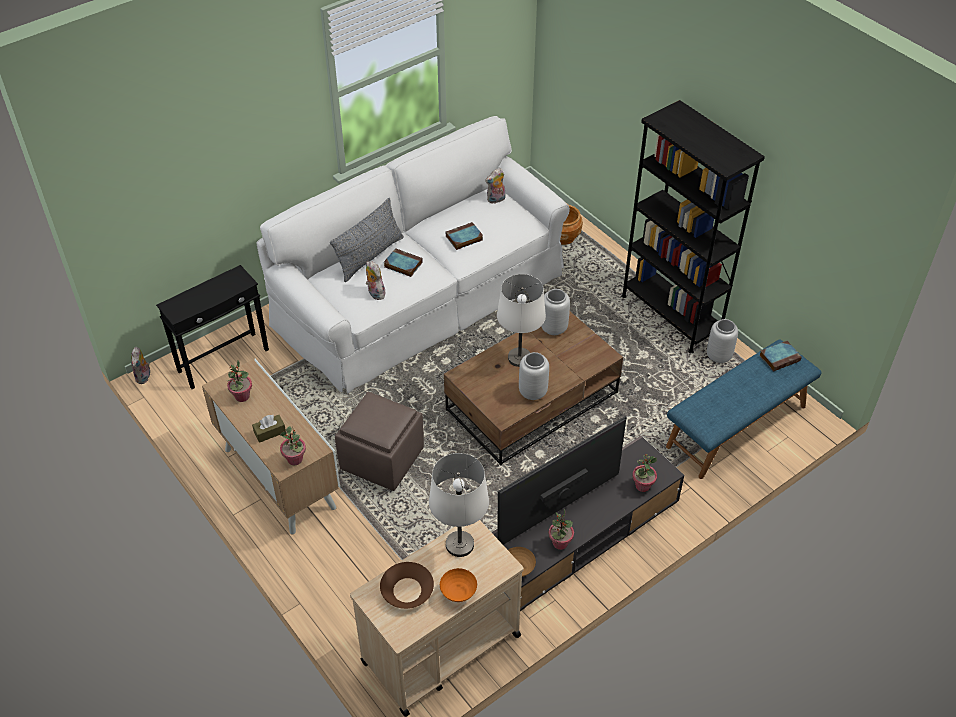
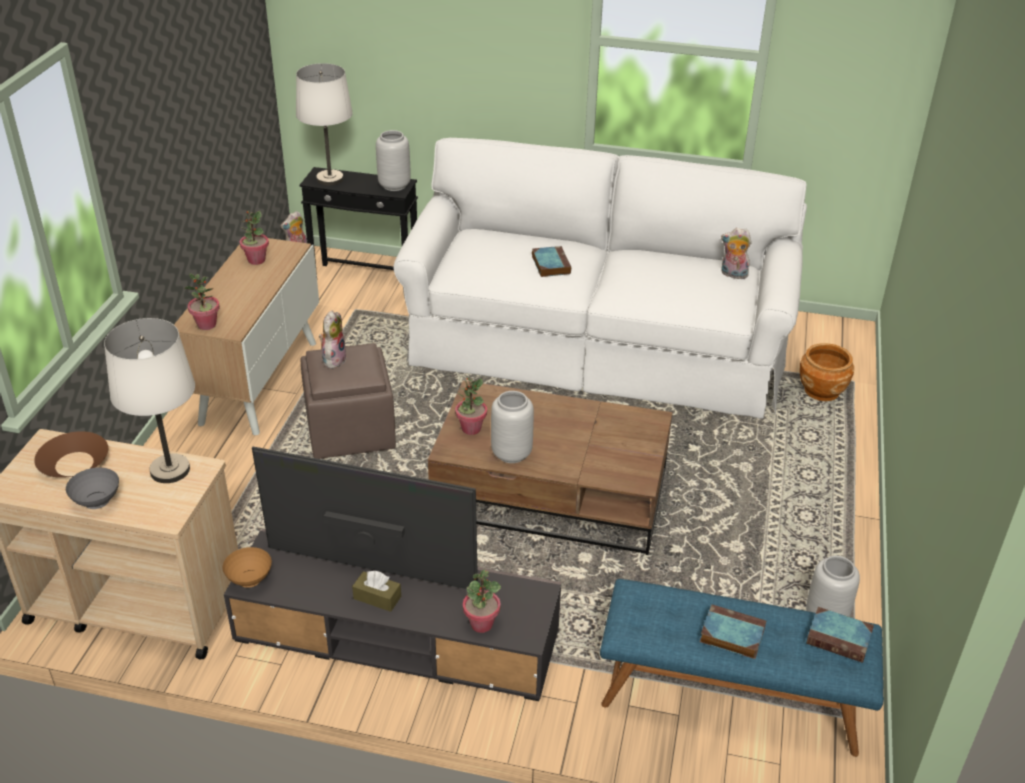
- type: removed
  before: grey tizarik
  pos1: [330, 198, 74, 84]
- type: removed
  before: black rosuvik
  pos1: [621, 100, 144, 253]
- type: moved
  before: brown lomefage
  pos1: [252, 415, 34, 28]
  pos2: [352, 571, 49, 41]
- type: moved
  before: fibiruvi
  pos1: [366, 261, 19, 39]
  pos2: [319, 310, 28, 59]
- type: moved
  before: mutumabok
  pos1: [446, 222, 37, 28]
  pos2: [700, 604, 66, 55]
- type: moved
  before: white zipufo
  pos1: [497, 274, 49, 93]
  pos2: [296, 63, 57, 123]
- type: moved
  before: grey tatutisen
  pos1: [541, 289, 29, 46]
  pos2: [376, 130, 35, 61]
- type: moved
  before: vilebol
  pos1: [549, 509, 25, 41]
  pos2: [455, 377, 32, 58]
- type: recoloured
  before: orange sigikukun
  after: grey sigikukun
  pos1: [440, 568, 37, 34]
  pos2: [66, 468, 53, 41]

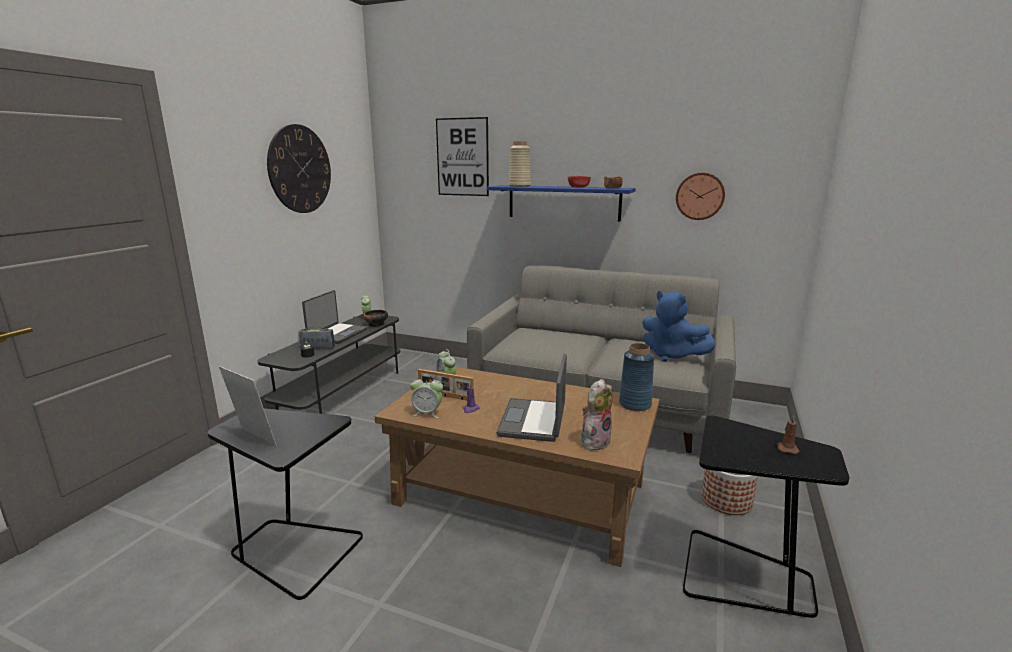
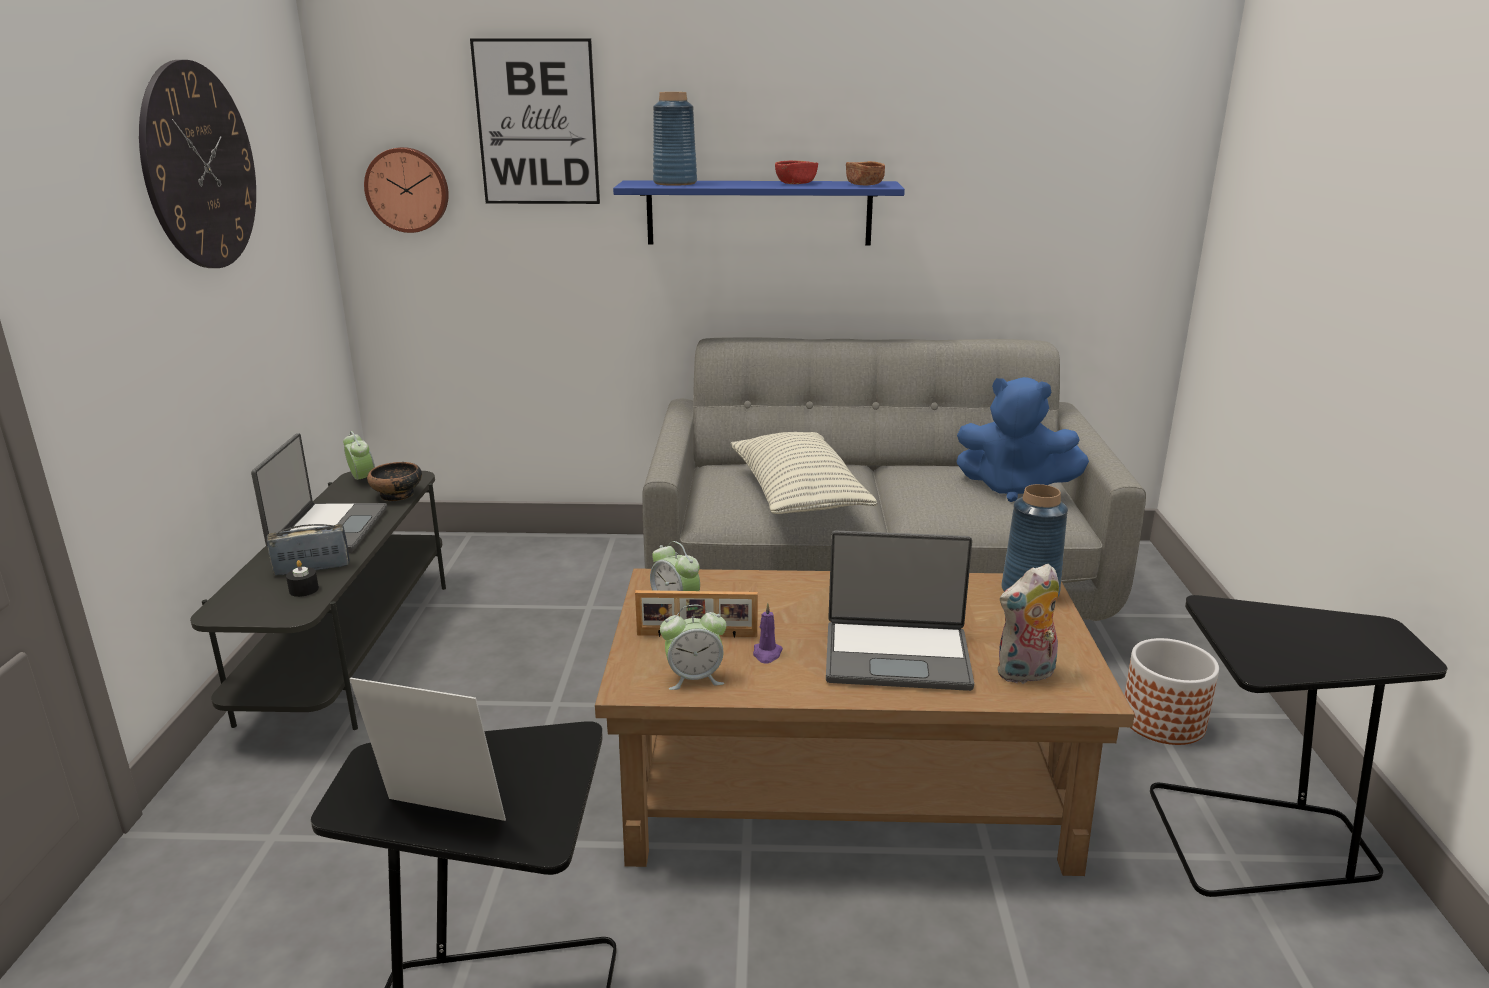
- type: removed
  before: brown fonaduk
  pos1: [777, 415, 22, 39]
- type: added
  after: tizarik
  pos2: [731, 432, 147, 82]
- type: moved
  before: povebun
  pos1: [676, 173, 49, 47]
  pos2: [364, 147, 85, 86]
- type: recoloured
  before: beige tatutisen
  after: blue tatutisen
  pos1: [509, 141, 22, 46]
  pos2: [653, 92, 44, 94]
- type: turned
  before: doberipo
  pos1: [496, 354, 71, 88]
  pos2: [826, 530, 148, 161]
  turn: -75
- type: turned
  before: fibiruvi
  pos1: [581, 379, 32, 73]
  pos2: [997, 564, 62, 120]
  turn: -135

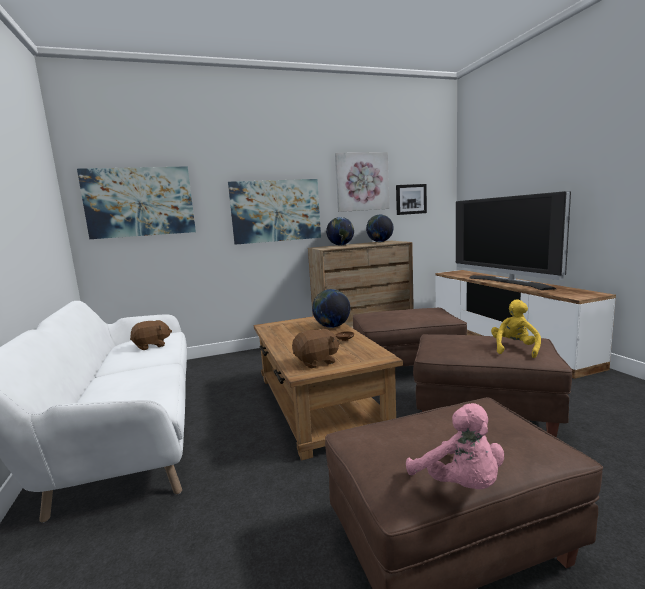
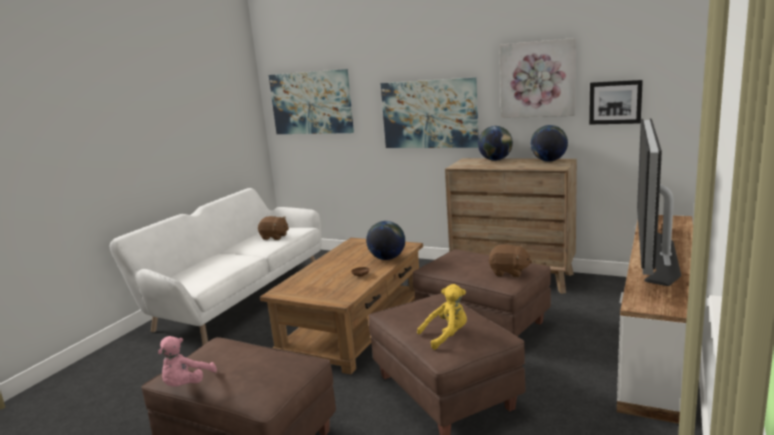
- type: moved
  before: brown fibiruvi
  pos1: [292, 328, 48, 41]
  pos2: [489, 244, 43, 33]

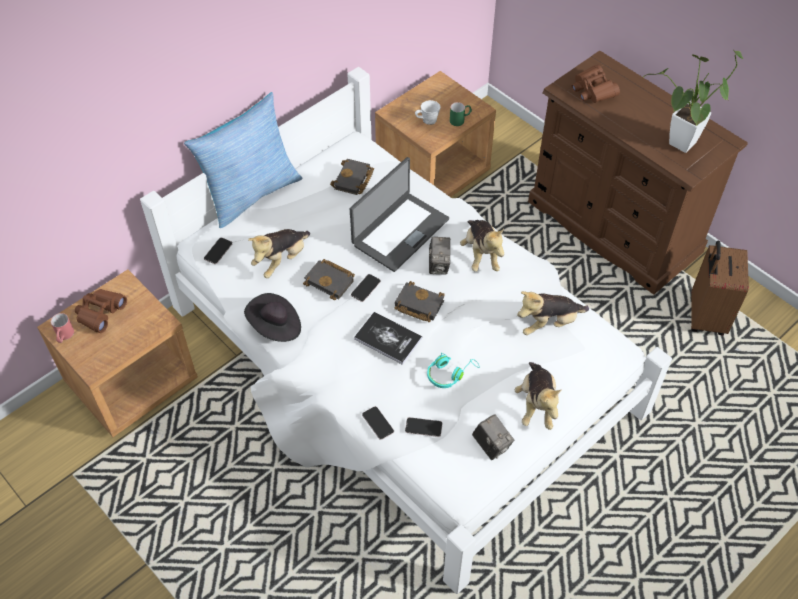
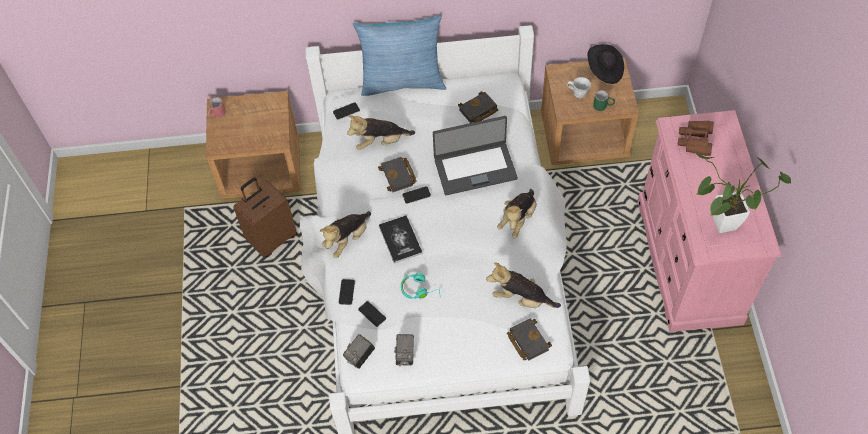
- type: removed
  before: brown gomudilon
  pos1: [75, 289, 52, 44]
- type: moved
  before: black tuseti
  pos1: [244, 293, 57, 49]
  pos2: [588, 44, 36, 40]
- type: moved
  before: black mutumabok
  pos1: [394, 281, 51, 41]
  pos2: [507, 318, 45, 43]
- type: moved
  before: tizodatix
  pos1: [429, 237, 21, 38]
  pos2: [343, 334, 32, 35]
- type: moved
  before: fibiruvi
  pos1: [515, 362, 47, 68]
  pos2: [320, 211, 51, 47]
- type: moved
  before: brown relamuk
  pos1: [691, 241, 58, 94]
  pos2: [233, 177, 64, 81]
- type: recoloured
  before: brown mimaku
  after: pink mimaku
  pos1: [528, 51, 220, 244]
  pos2: [637, 110, 145, 222]

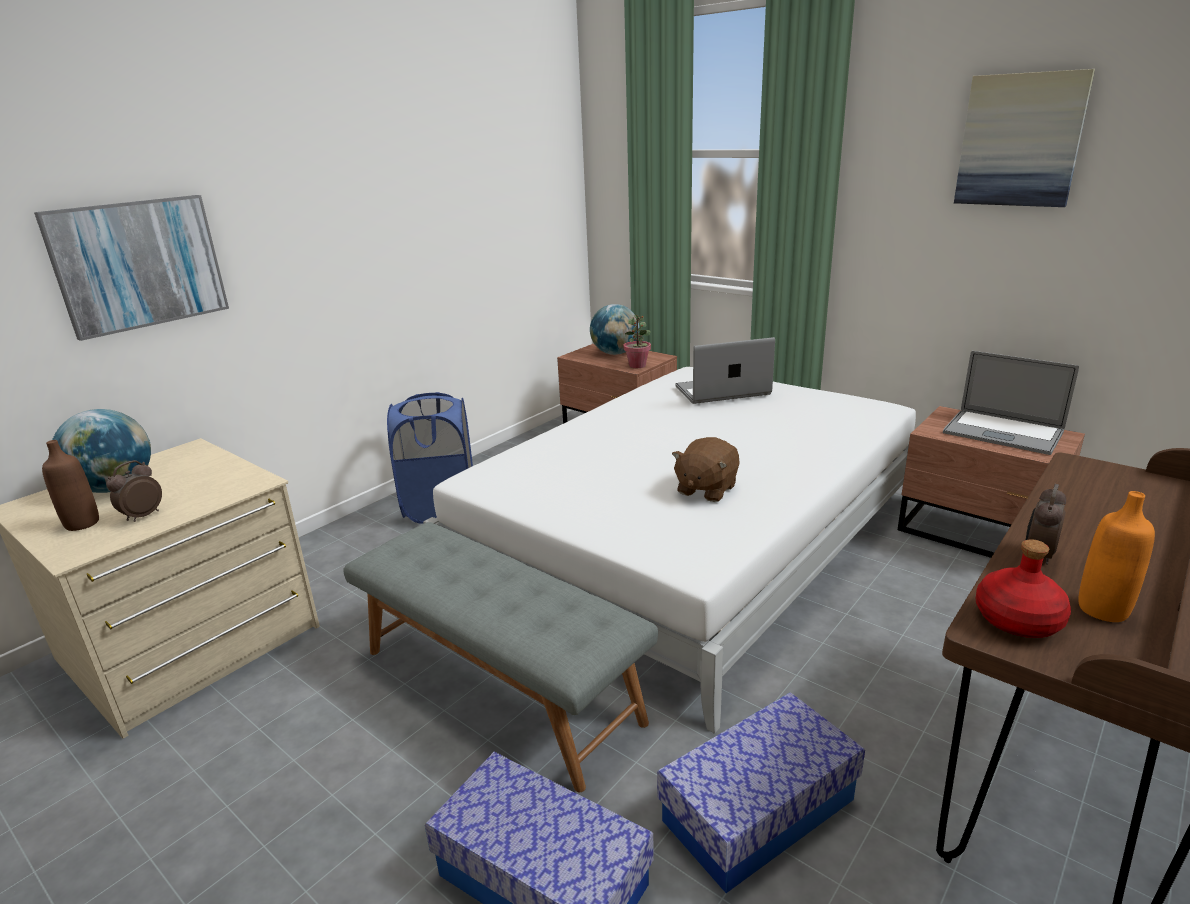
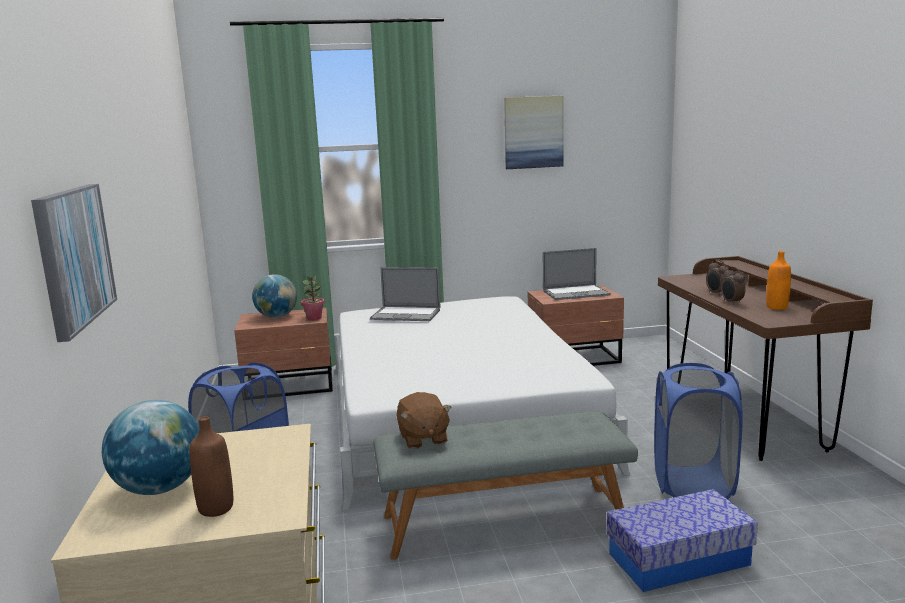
- type: removed
  before: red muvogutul
  pos1: [975, 539, 96, 99]
- type: moved
  before: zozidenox
  pos1: [106, 460, 56, 62]
  pos2: [706, 259, 23, 37]
- type: moved
  before: brown fibiruvi
  pos1: [672, 437, 67, 65]
  pos2: [396, 392, 56, 57]
- type: replaced
  before: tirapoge
  after: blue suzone
  pos1: [657, 692, 208, 201]
  pos2: [654, 363, 89, 136]
- type: turned
  before: doberipo
  pos1: [675, 337, 100, 67]
  pos2: [370, 267, 70, 54]
  turn: -105

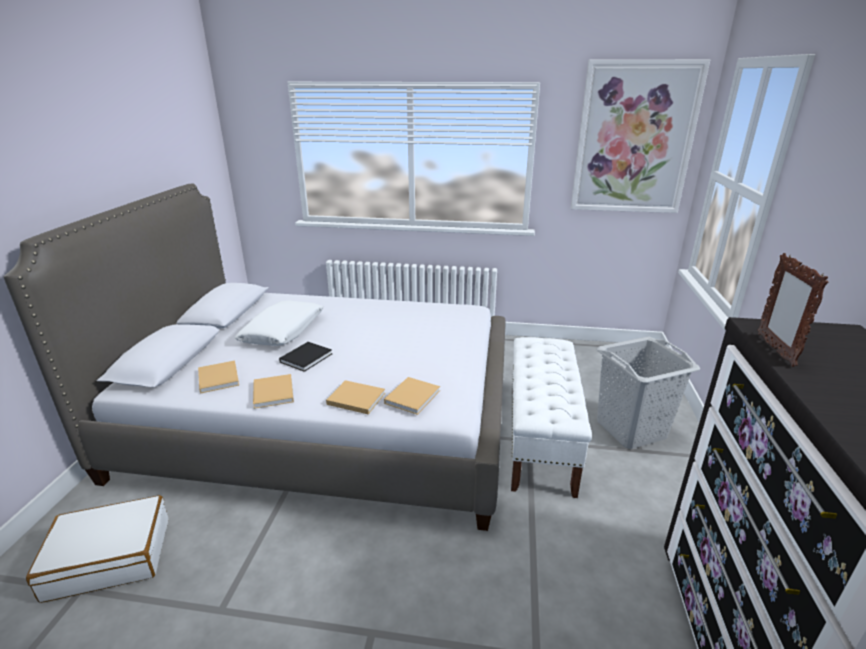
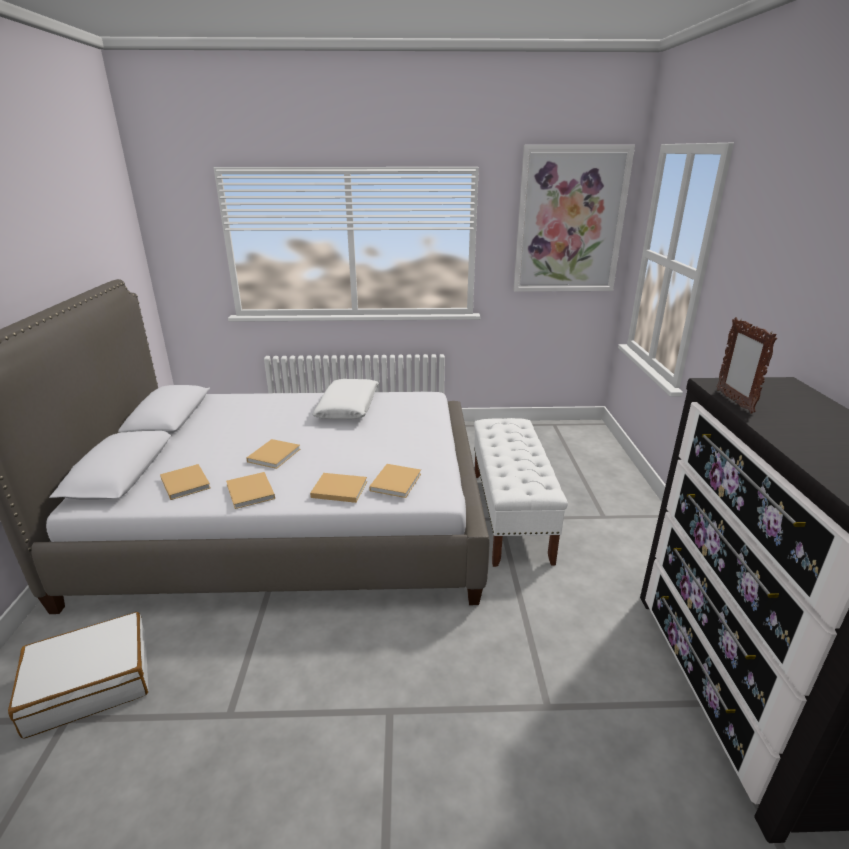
- type: removed
  before: grey suzone
  pos1: [596, 337, 104, 112]
- type: moved
  before: white tizarik
  pos1: [235, 300, 89, 46]
  pos2: [312, 379, 67, 40]
- type: recoloured
  before: black mutumabok
  after: beige mutumabok
  pos1: [279, 342, 54, 30]
  pos2: [246, 439, 54, 30]

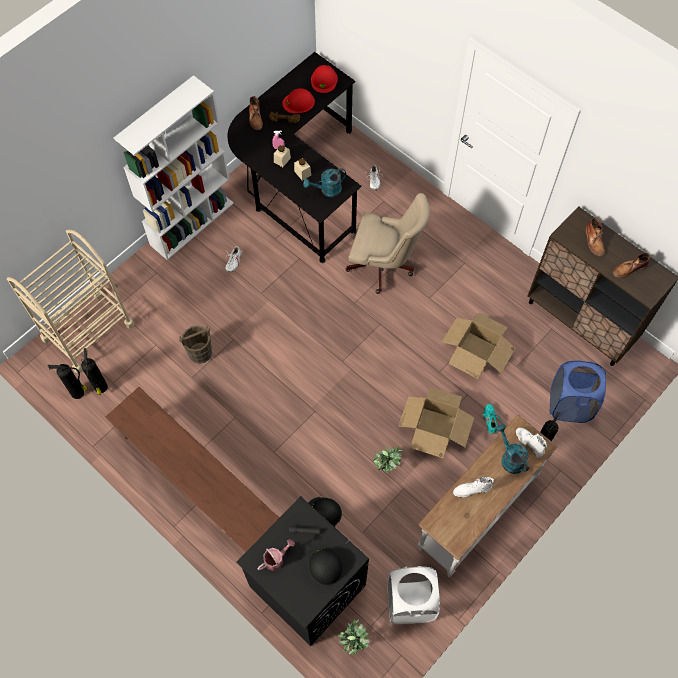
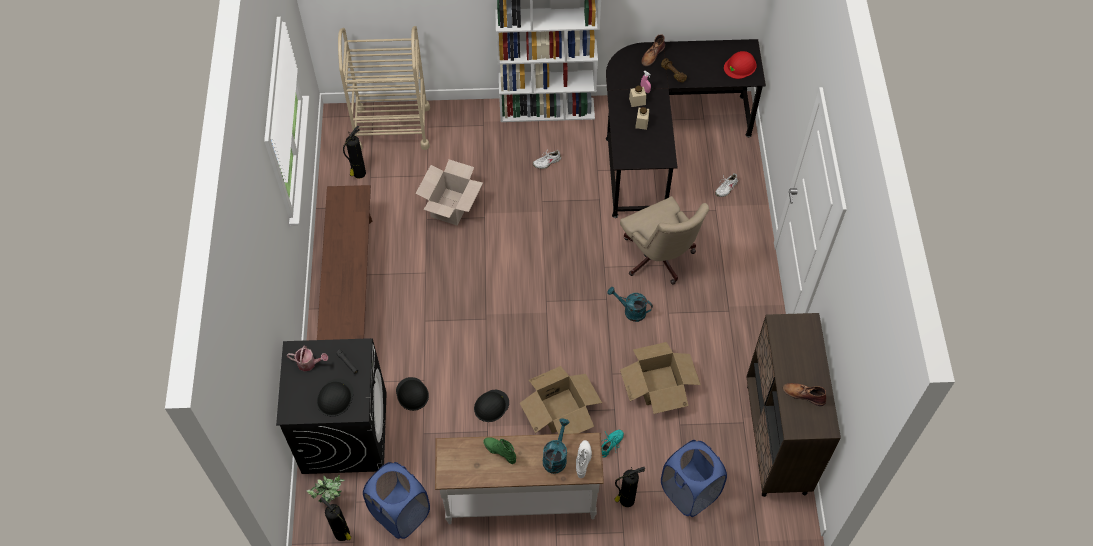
- type: removed
  before: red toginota
  pos1: [282, 88, 33, 26]
- type: removed
  before: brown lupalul
  pos1: [585, 218, 20, 39]
- type: moved
  before: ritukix
  pos1: [48, 364, 40, 35]
  pos2: [320, 497, 31, 44]
- type: moved
  before: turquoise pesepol
  pos1: [303, 168, 43, 29]
  pos2: [607, 287, 46, 35]
- type: replaced
  before: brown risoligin
  after: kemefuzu
  pos1: [179, 325, 33, 39]
  pos2: [416, 159, 67, 67]
- type: replaced
  before: vilebol
  after: black toginota
  pos1: [373, 446, 30, 28]
  pos2: [474, 390, 35, 32]
- type: recoloured
  before: white suzone
  after: blue suzone
  pos1: [387, 566, 53, 58]
  pos2: [363, 462, 67, 77]
- type: recoloured
  before: white lupalul
  after: green lupalul
  pos1: [453, 477, 41, 21]
  pos2: [483, 437, 33, 27]

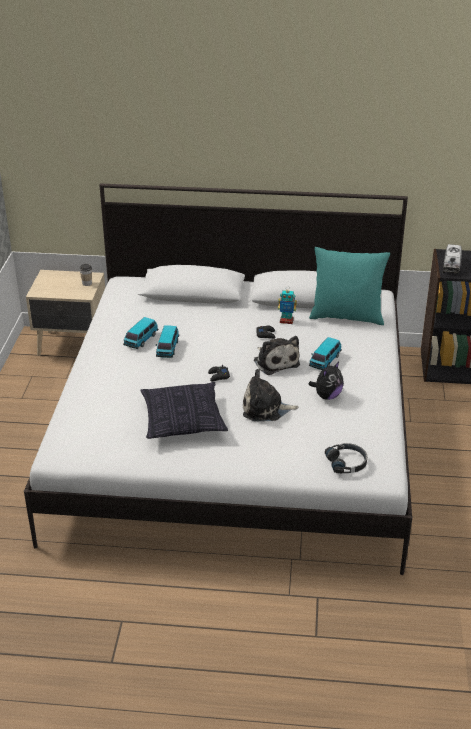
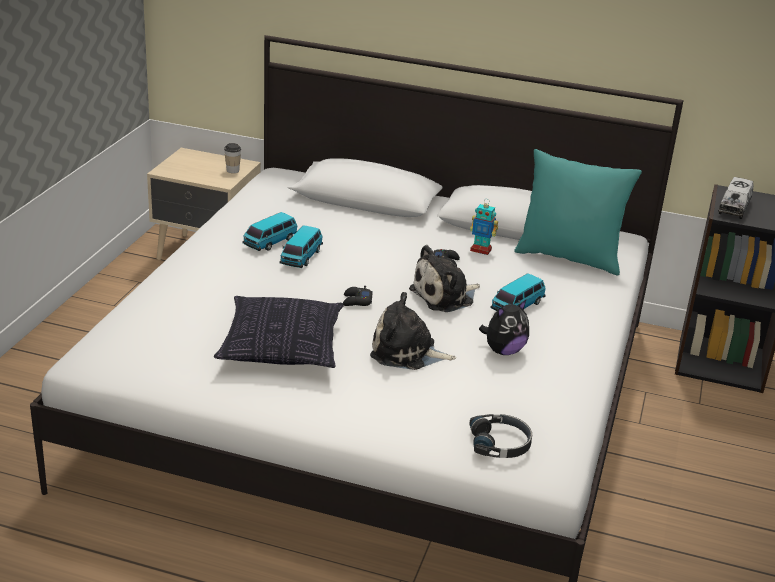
- type: turned
  before: fibiruvi
  pos1: [254, 336, 46, 39]
  pos2: [409, 245, 71, 67]
  turn: 75

